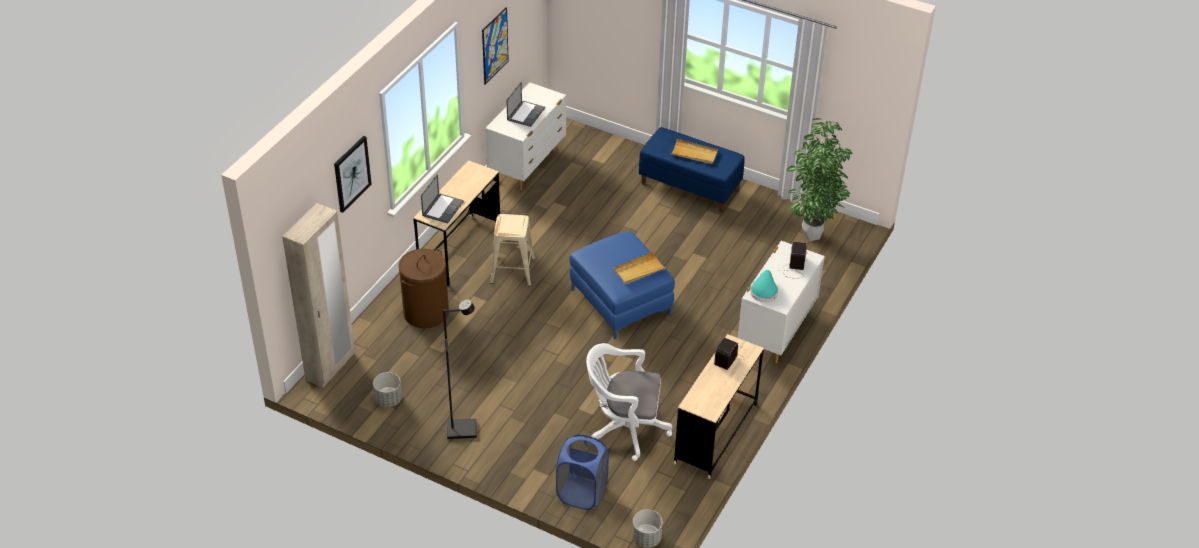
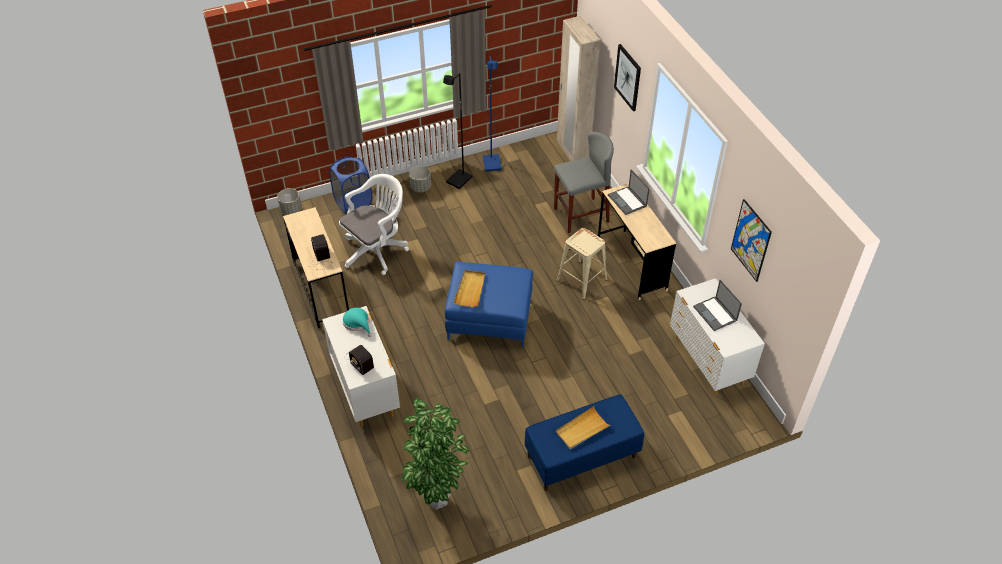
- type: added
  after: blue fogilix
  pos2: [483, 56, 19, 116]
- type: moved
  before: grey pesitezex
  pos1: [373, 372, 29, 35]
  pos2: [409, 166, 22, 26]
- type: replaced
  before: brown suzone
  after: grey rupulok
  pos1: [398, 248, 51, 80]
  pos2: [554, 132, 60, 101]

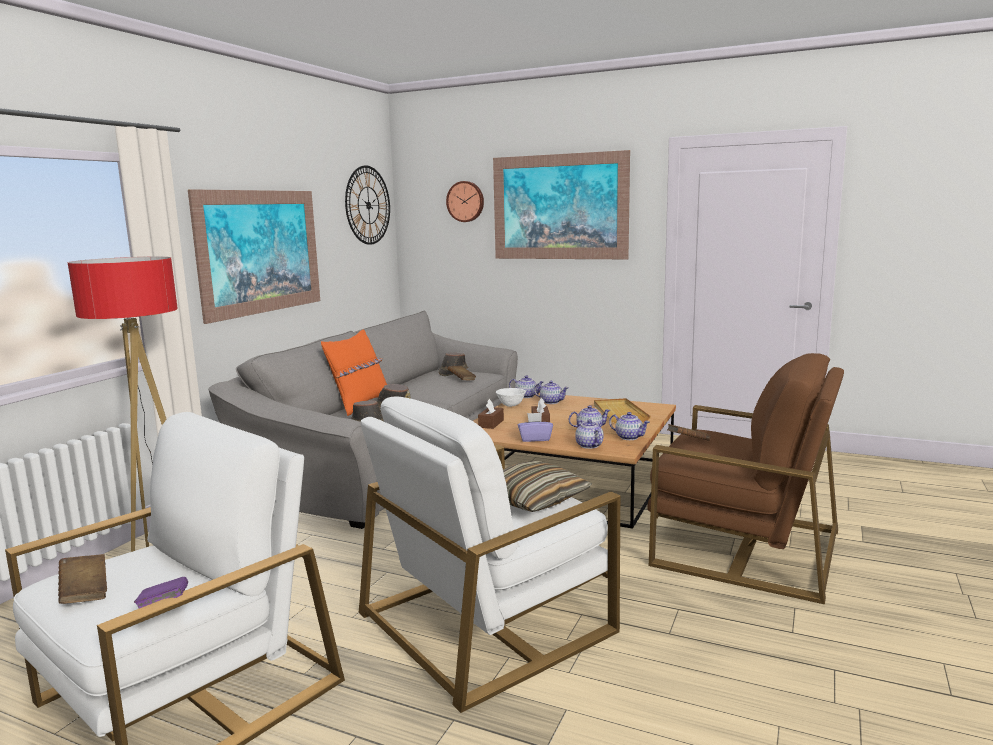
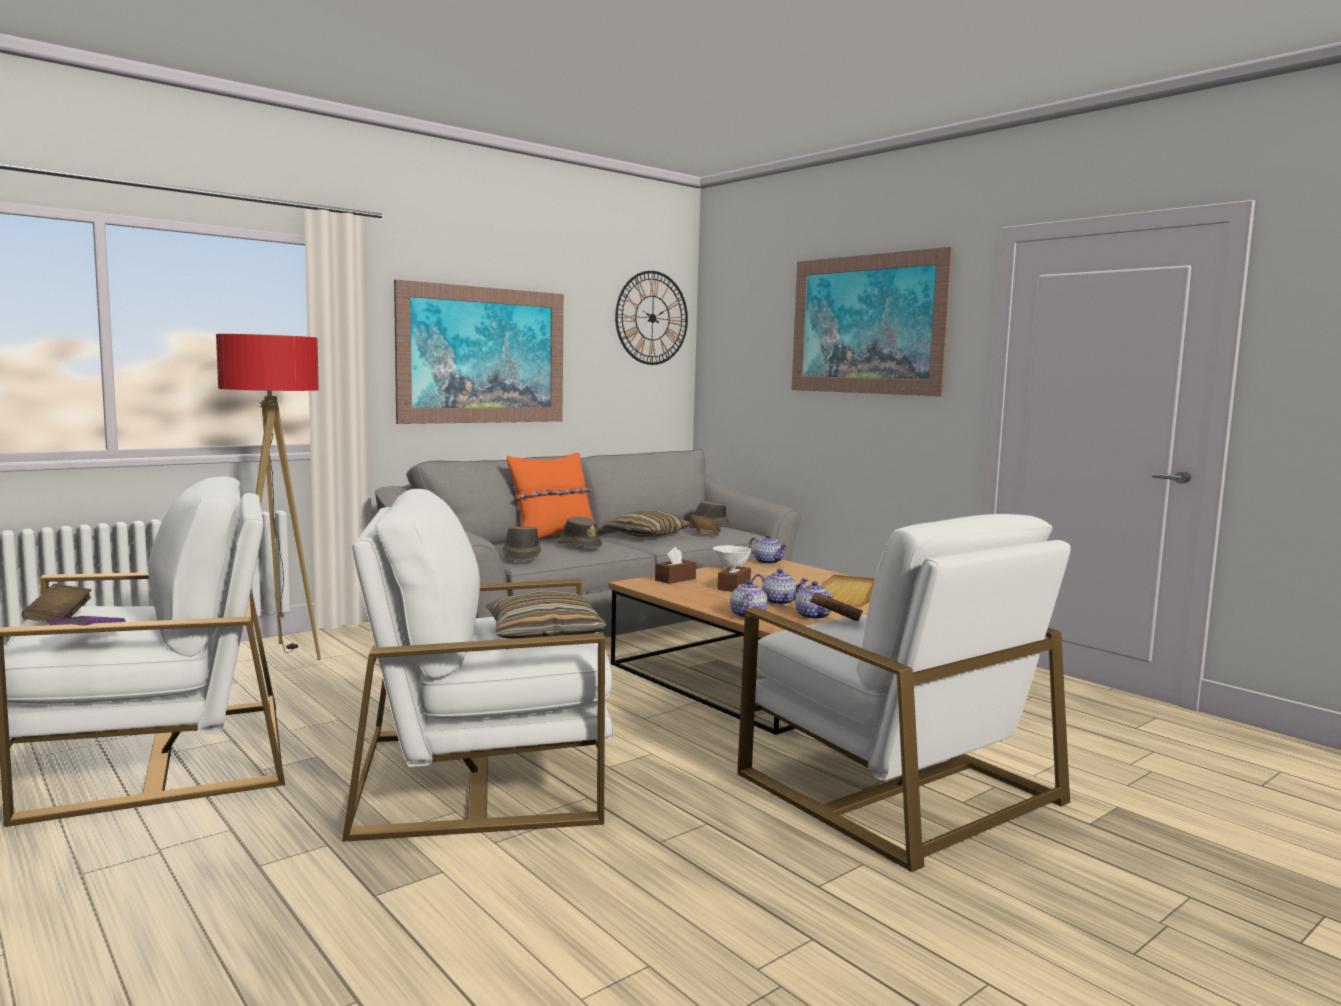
- type: removed
  before: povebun
  pos1: [446, 181, 38, 41]
- type: removed
  before: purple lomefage
  pos1: [518, 413, 35, 29]
- type: removed
  before: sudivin
  pos1: [534, 381, 34, 23]
- type: added
  after: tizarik
  pos2: [604, 511, 87, 26]
- type: recoloured
  before: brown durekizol
  after: white durekizol
  pos1: [647, 353, 197, 251]
  pos2: [737, 514, 334, 358]

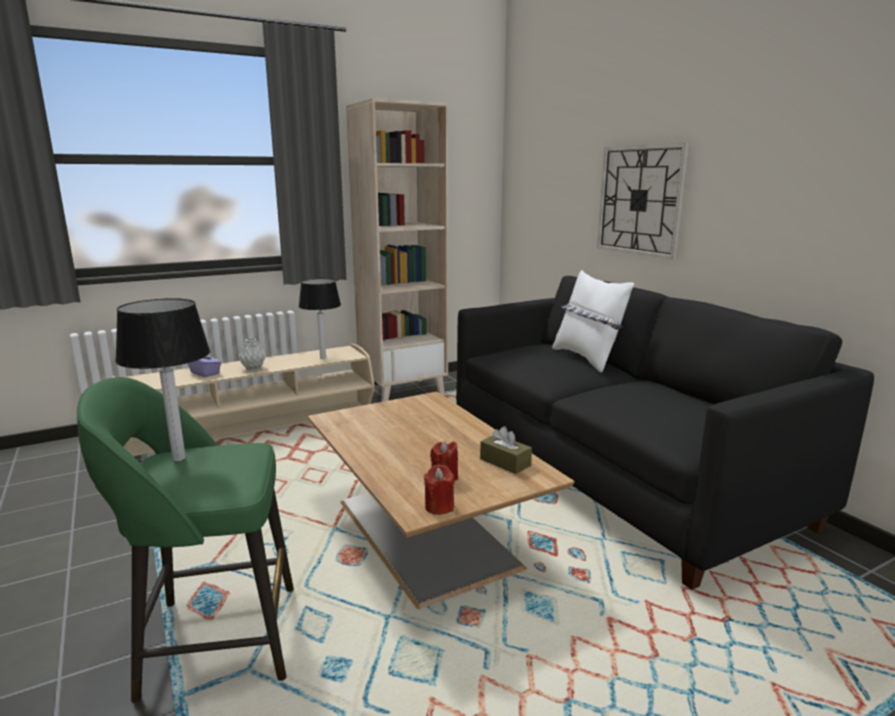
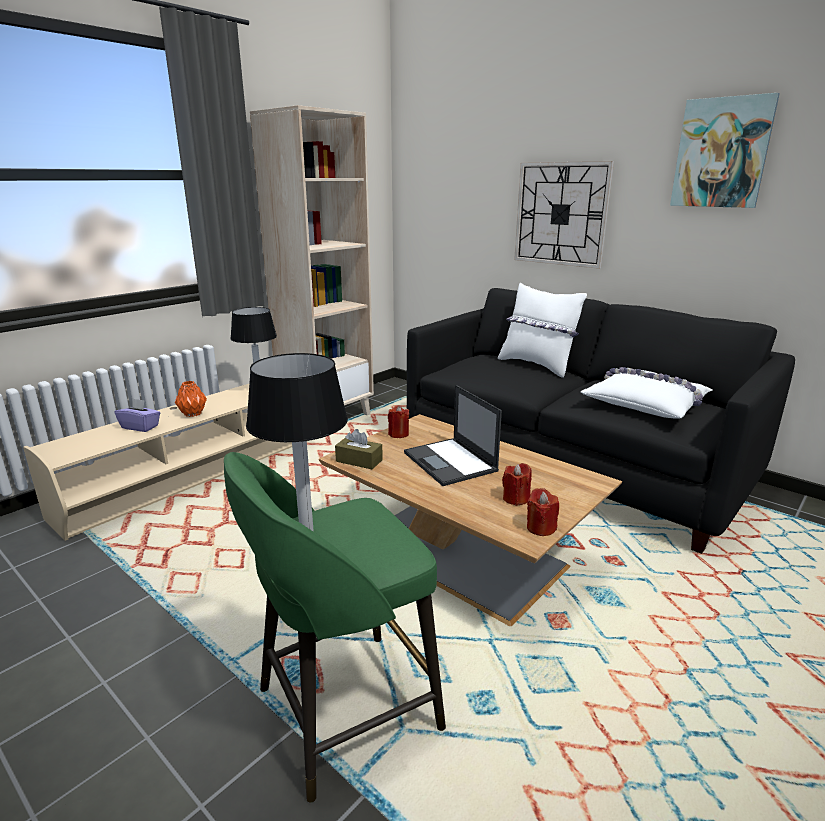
- type: added
  after: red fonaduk
  pos2: [388, 406, 21, 32]
- type: added
  after: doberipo
  pos2: [404, 385, 98, 101]
- type: added
  after: white tizarik
  pos2: [581, 367, 132, 52]
- type: added
  after: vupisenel
  pos2: [670, 93, 110, 115]
- type: moved
  before: brown lomefage
  pos1: [480, 426, 52, 48]
  pos2: [335, 429, 48, 40]
- type: recoloured
  before: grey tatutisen
  after: orange tatutisen
  pos1: [238, 338, 28, 33]
  pos2: [175, 381, 32, 36]

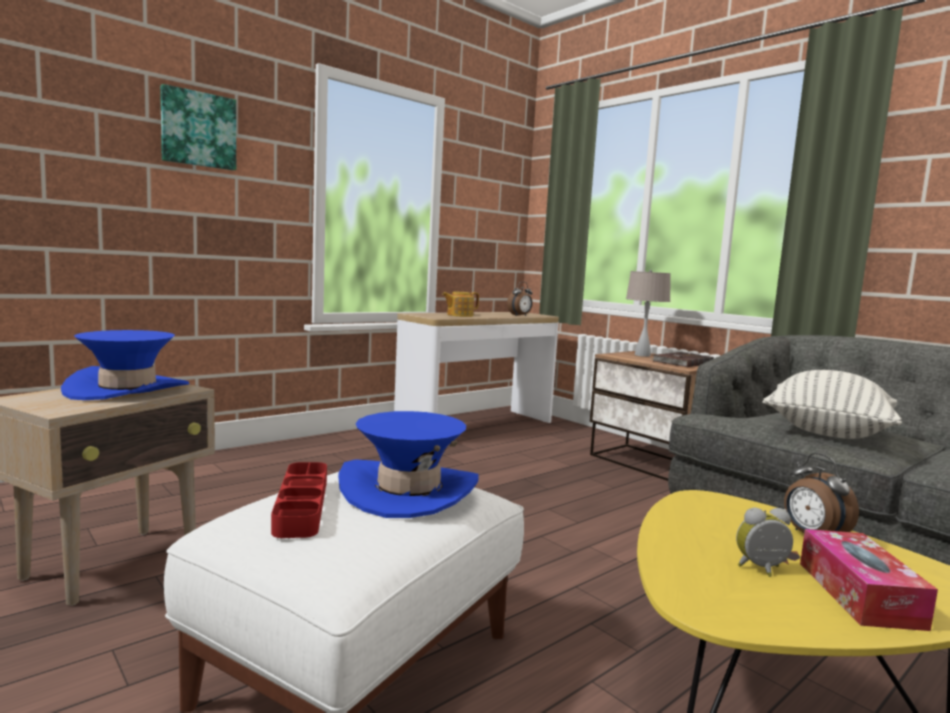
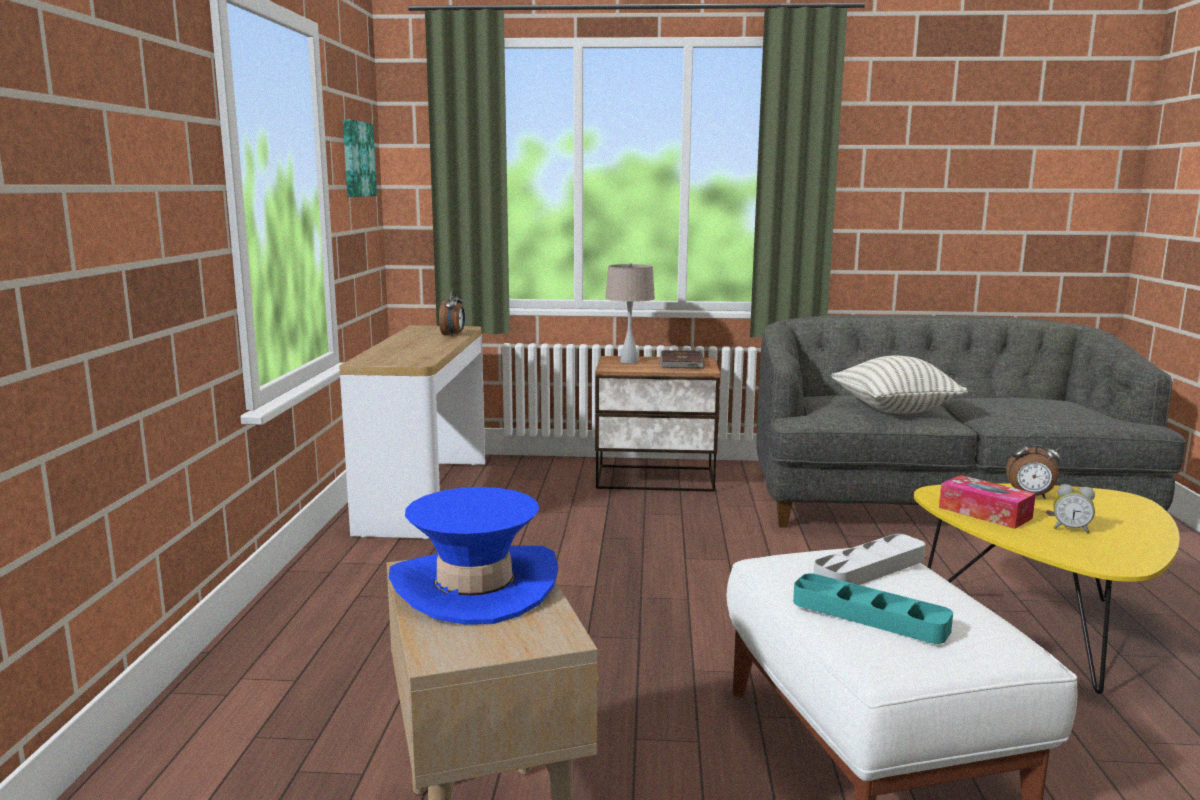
- type: removed
  before: sudivin
  pos1: [442, 292, 37, 25]
- type: moved
  before: vupisenel
  pos1: [160, 84, 76, 86]
  pos2: [343, 119, 34, 78]
- type: moved
  before: lomefage
  pos1: [800, 529, 138, 102]
  pos2: [939, 475, 97, 54]
- type: replaced
  before: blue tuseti
  after: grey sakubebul
  pos1: [338, 411, 141, 107]
  pos2: [814, 534, 111, 51]
- type: recoloured
  before: red sakubebul
  after: turquoise sakubebul
  pos1: [271, 462, 56, 76]
  pos2: [793, 573, 160, 71]
- type: turned
  before: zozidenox
  pos1: [736, 508, 57, 69]
  pos2: [1054, 484, 41, 49]
  turn: -105

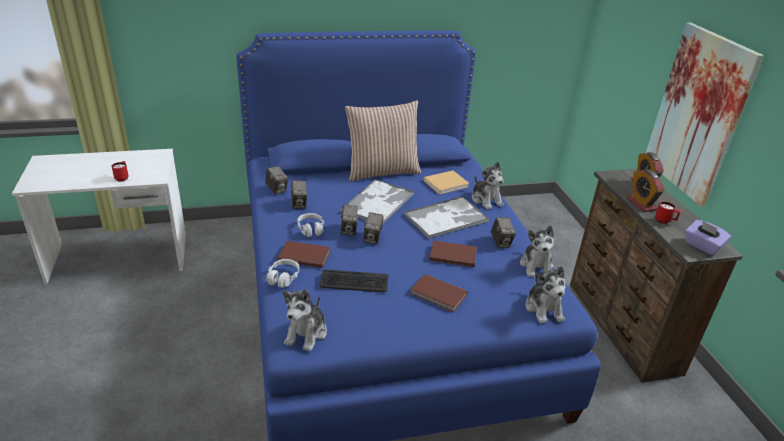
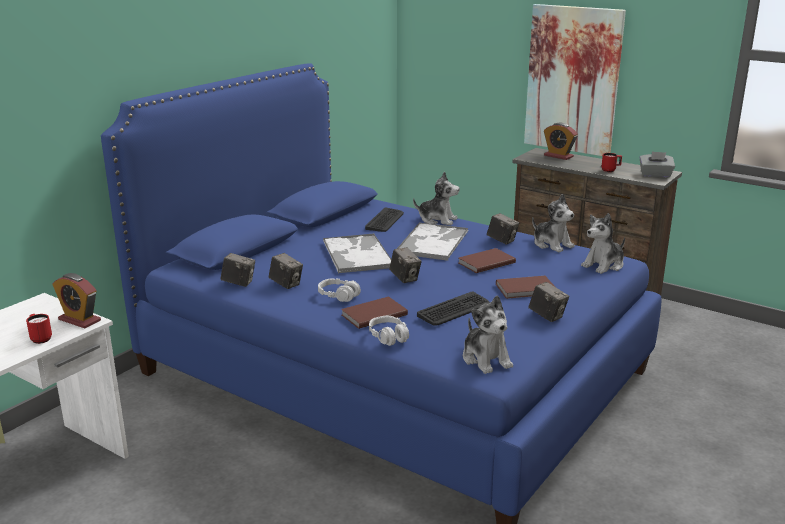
- type: removed
  before: tizarik
  pos1: [345, 100, 76, 82]
- type: moved
  before: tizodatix
  pos1: [341, 205, 17, 30]
  pos2: [528, 282, 41, 40]
- type: moved
  before: zozidenox
  pos1: [627, 169, 38, 43]
  pos2: [53, 273, 48, 55]
- type: replaced
  before: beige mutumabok
  after: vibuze
  pos1: [423, 170, 47, 24]
  pos2: [365, 207, 39, 25]
- type: recoloured
  before: purple lomefage
  after: grey lomefage
  pos1: [685, 220, 46, 36]
  pos2: [640, 151, 35, 27]
- type: turned
  before: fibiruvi
  pos1: [526, 266, 40, 58]
  pos2: [581, 213, 44, 61]
  turn: 105

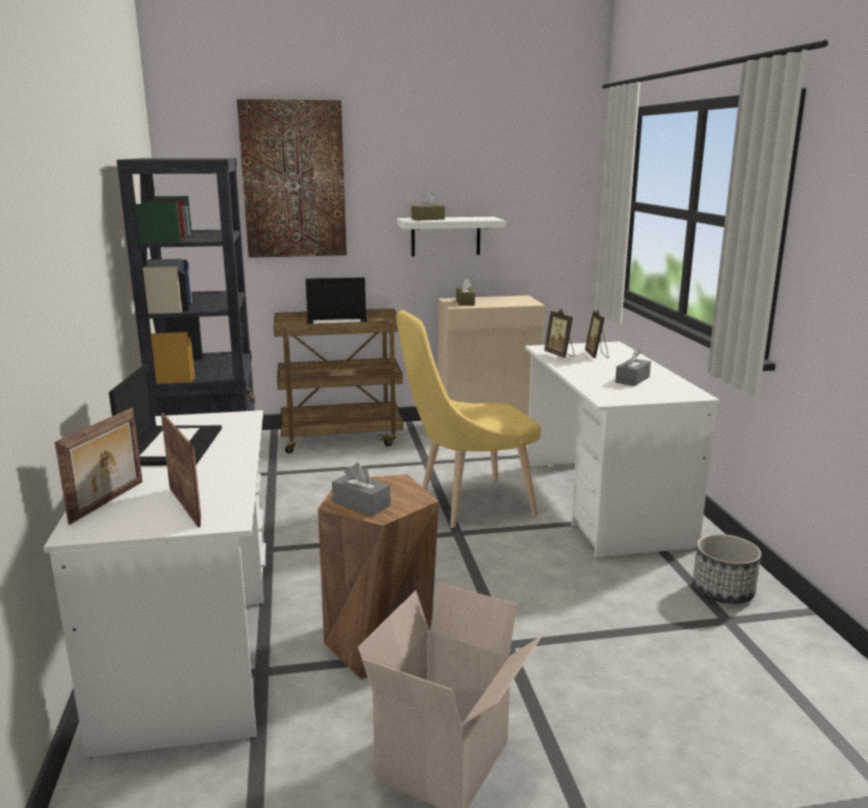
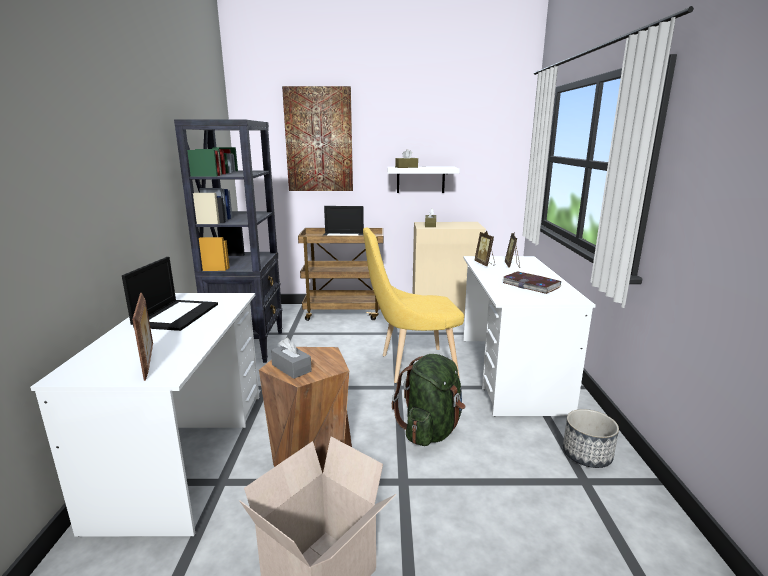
- type: removed
  before: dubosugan
  pos1: [55, 408, 88, 116]
- type: added
  after: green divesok
  pos2: [392, 354, 73, 92]
- type: replaced
  before: grey lomefage
  after: mutumabok
  pos1: [615, 348, 36, 38]
  pos2: [503, 271, 58, 23]

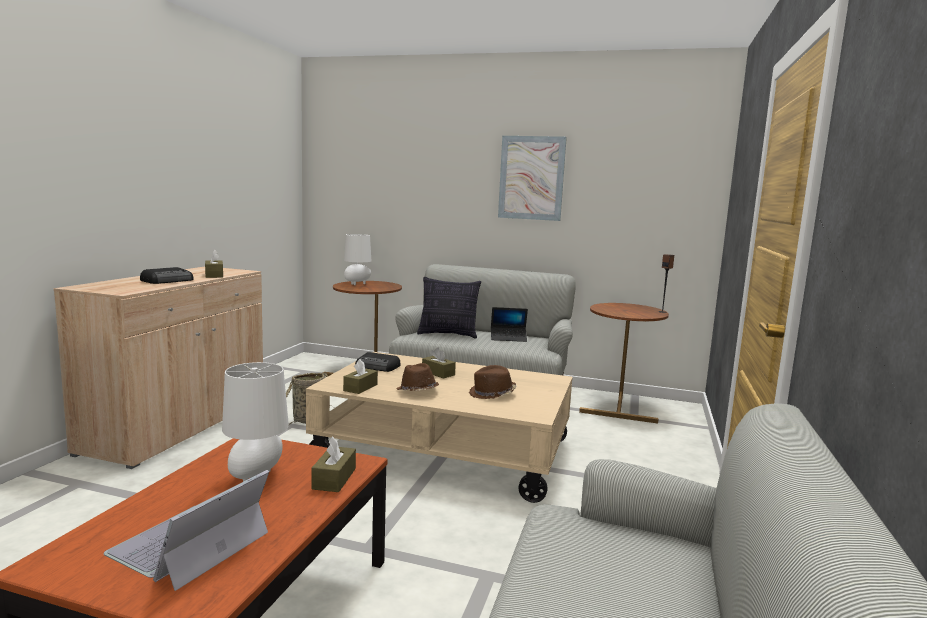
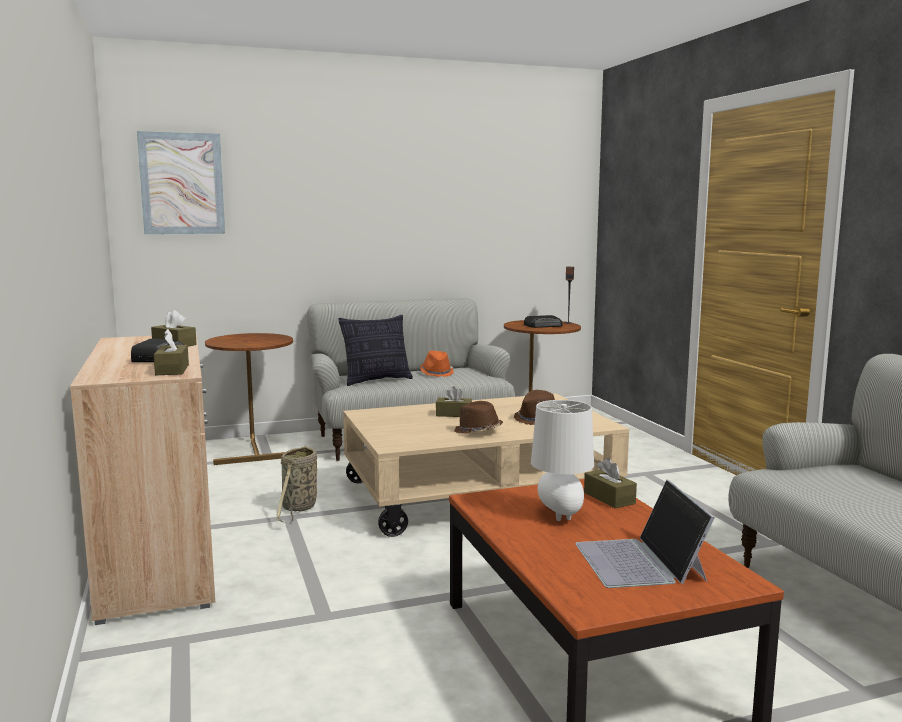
- type: removed
  before: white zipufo
  pos1: [344, 234, 27, 51]
- type: moved
  before: brown lomefage
  pos1: [343, 359, 35, 35]
  pos2: [154, 329, 35, 46]
- type: moved
  before: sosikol
  pos1: [355, 352, 45, 20]
  pos2: [524, 315, 39, 13]
- type: moved
  before: vupisenel
  pos1: [498, 136, 69, 85]
  pos2: [137, 131, 88, 103]
- type: replaced
  before: doberipo
  after: orange tuseti
  pos1: [491, 307, 37, 35]
  pos2: [420, 351, 34, 26]

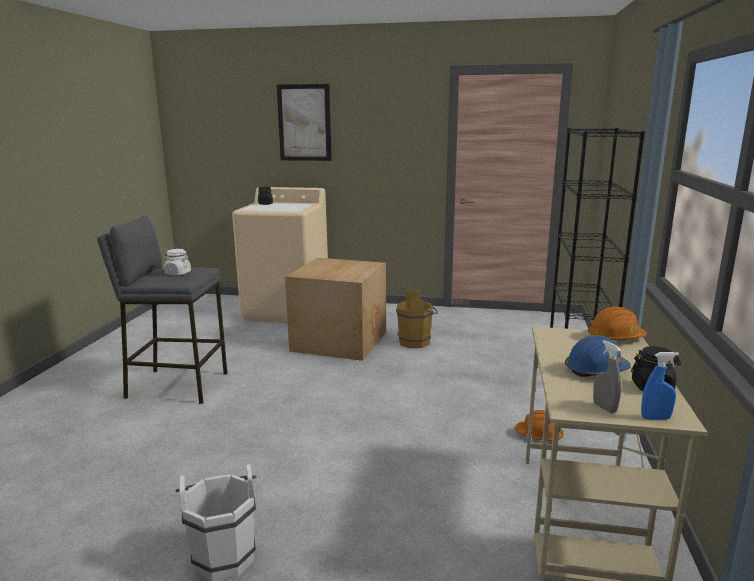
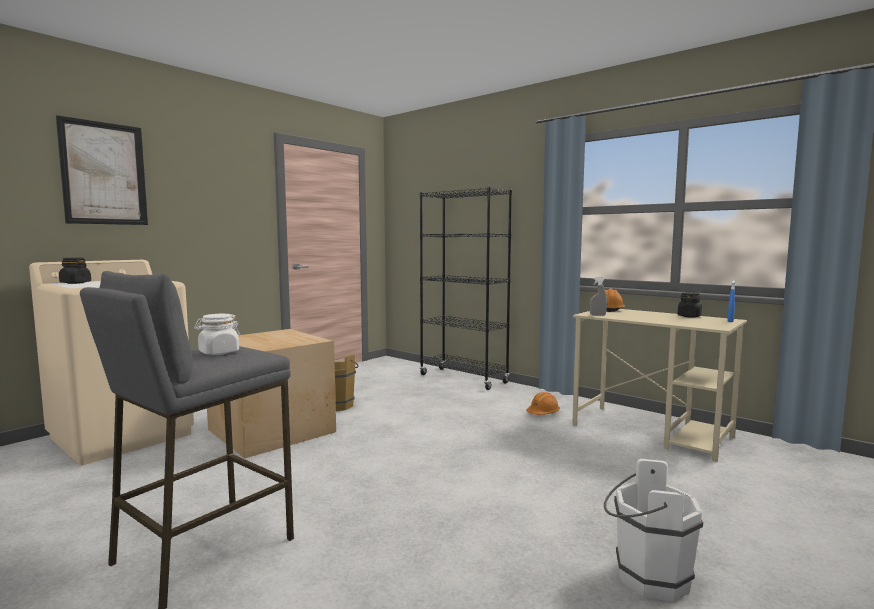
- type: removed
  before: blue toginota
  pos1: [565, 335, 66, 42]
- type: moved
  before: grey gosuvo
  pos1: [593, 340, 28, 73]
  pos2: [590, 277, 17, 39]

